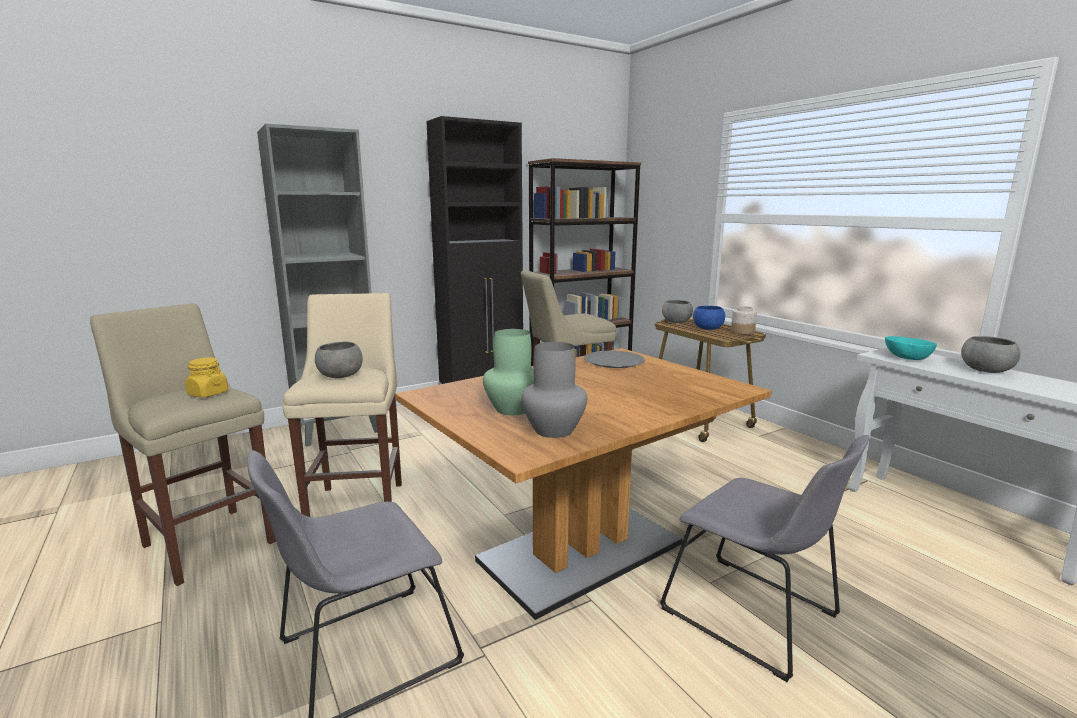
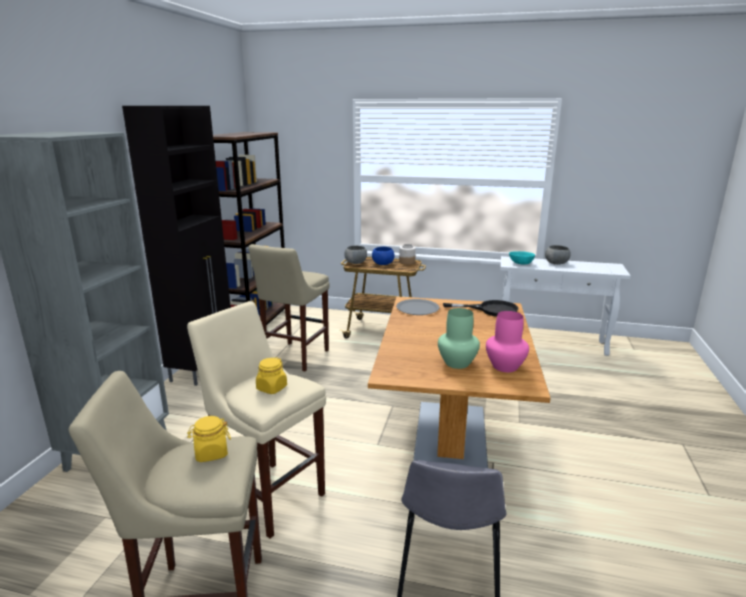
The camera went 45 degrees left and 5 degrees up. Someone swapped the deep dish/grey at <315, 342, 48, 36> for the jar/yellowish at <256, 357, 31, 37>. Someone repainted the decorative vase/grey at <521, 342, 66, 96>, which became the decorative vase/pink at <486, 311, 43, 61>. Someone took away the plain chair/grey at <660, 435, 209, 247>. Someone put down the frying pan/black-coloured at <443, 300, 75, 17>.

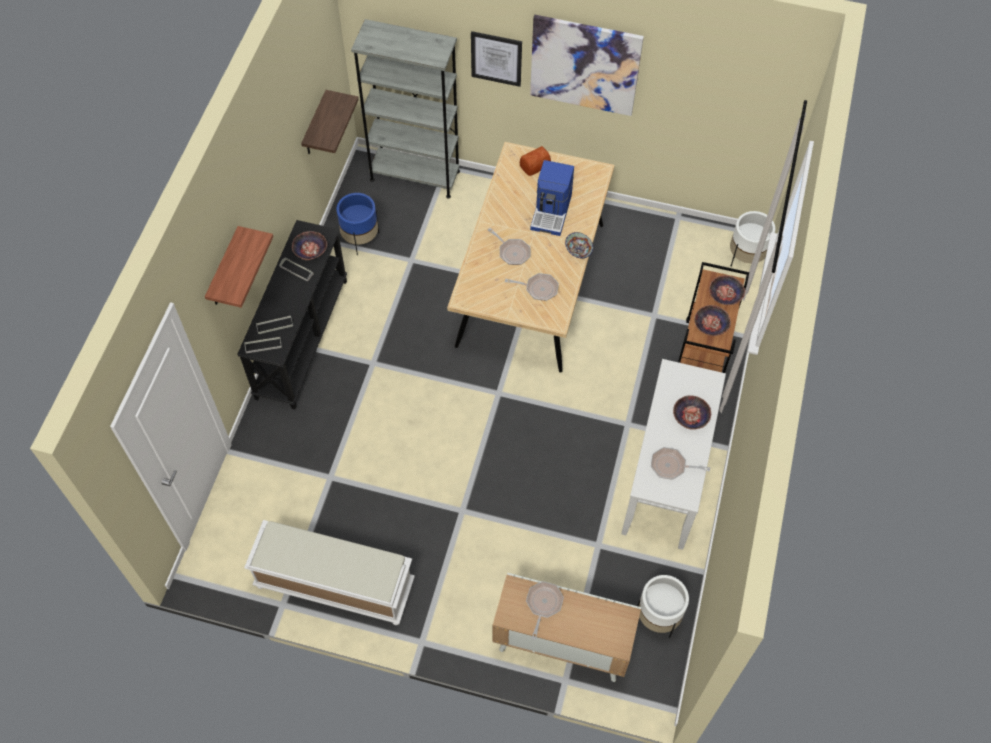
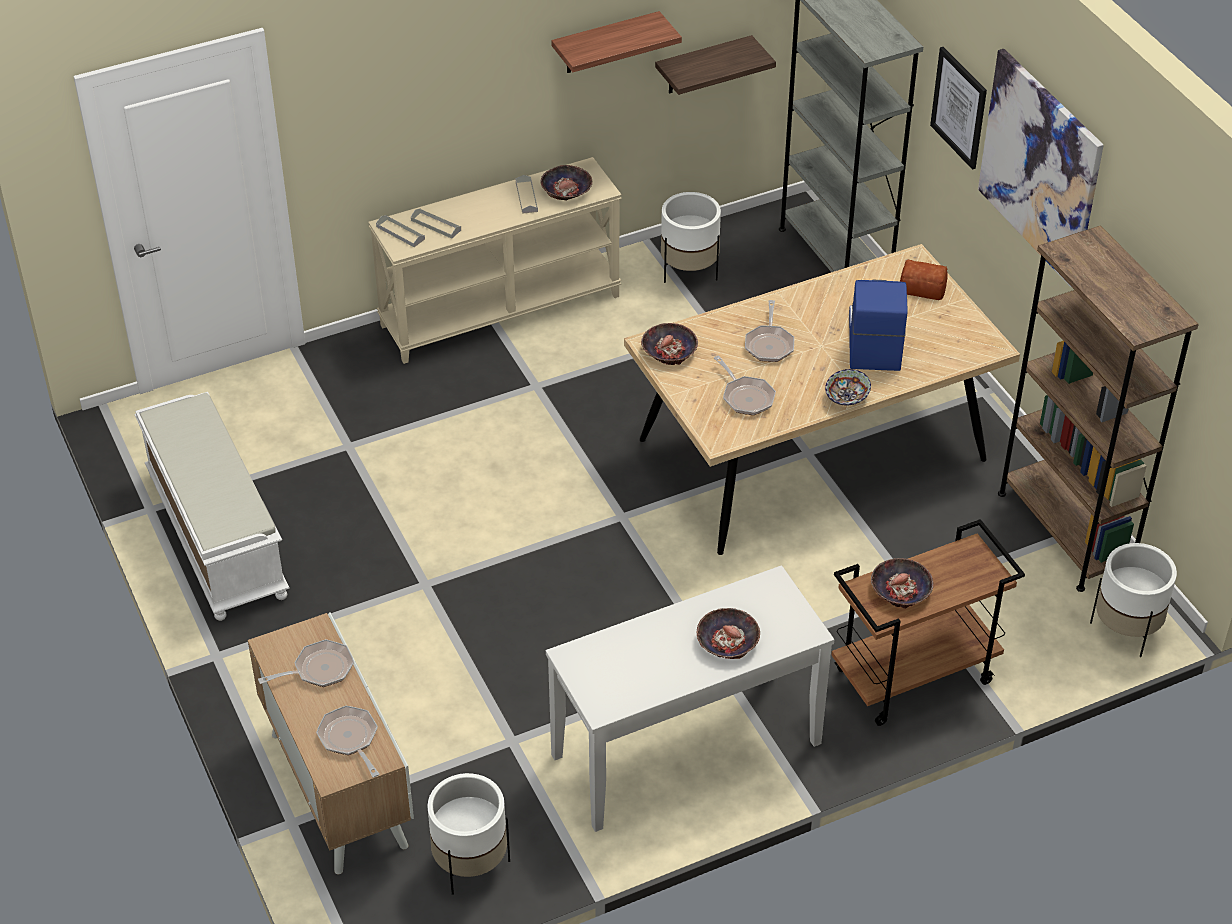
The camera went 50 degrees right and 15 degrees down. Someone carried the wall shelf from <205, 226, 68, 82> to <551, 11, 131, 62>. Someone repainted the console table/black-coloured at <237, 220, 110, 189>, which became the console table/beige-coloured at <368, 157, 254, 207>. Someone repainted the flower pot/blue-coloured at <336, 193, 43, 62>, which became the flower pot/whitish at <661, 192, 60, 91>. Someone rotated the coffee machine at <530, 160, 44, 76> by 120 degrees clockwise. Someone carried the frying pan from <651, 447, 59, 33> to <316, 706, 63, 71>. Someone carried the deep dish from <709, 275, 36, 30> to <641, 323, 57, 42>. Someone put down the bookshelf/brown-coloured at <998, 225, 201, 367>.

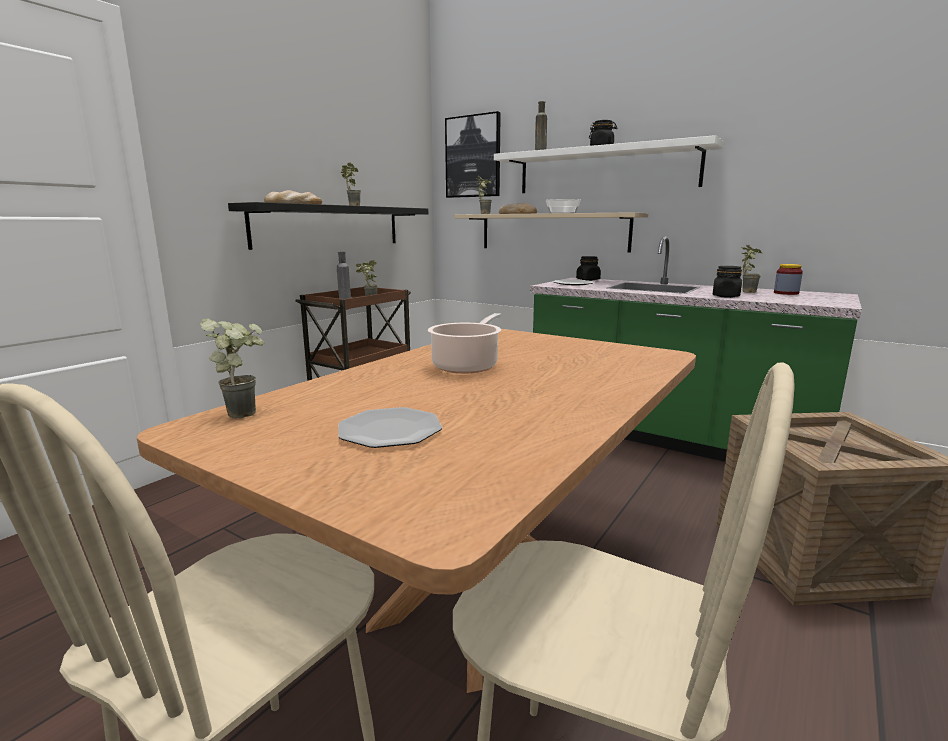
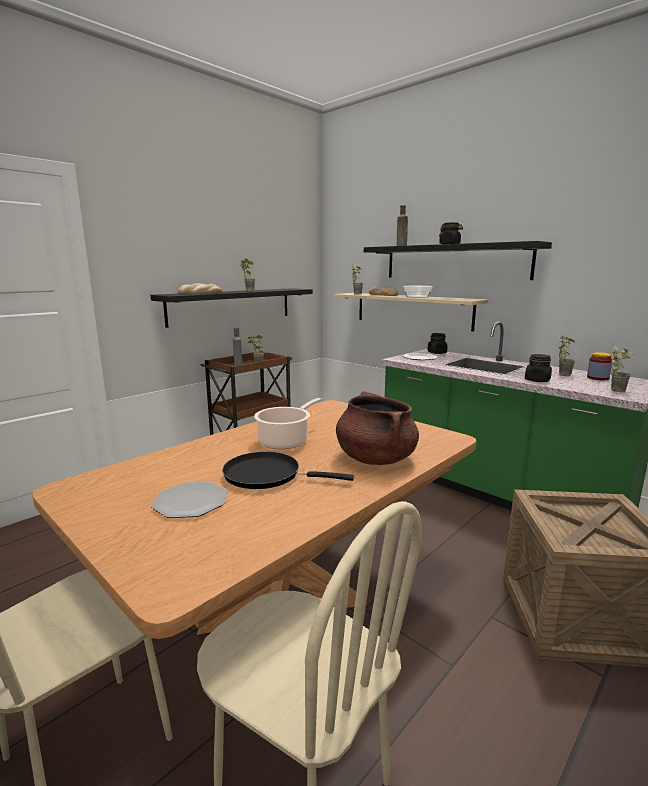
The camera went 10 degrees right and 0 degrees up. Someone carried the potted plant from <200, 318, 65, 101> to <611, 346, 23, 46>. Someone took away the wall art at <445, 111, 56, 87>. Someone repainted the wall shelf/whitish at <494, 135, 230, 58>, which became the wall shelf/black-coloured at <364, 241, 188, 39>. Someone put down the frying pan/black-coloured at <222, 452, 132, 37>. Someone put down the stockpot/brown-coloured at <336, 391, 83, 74>.

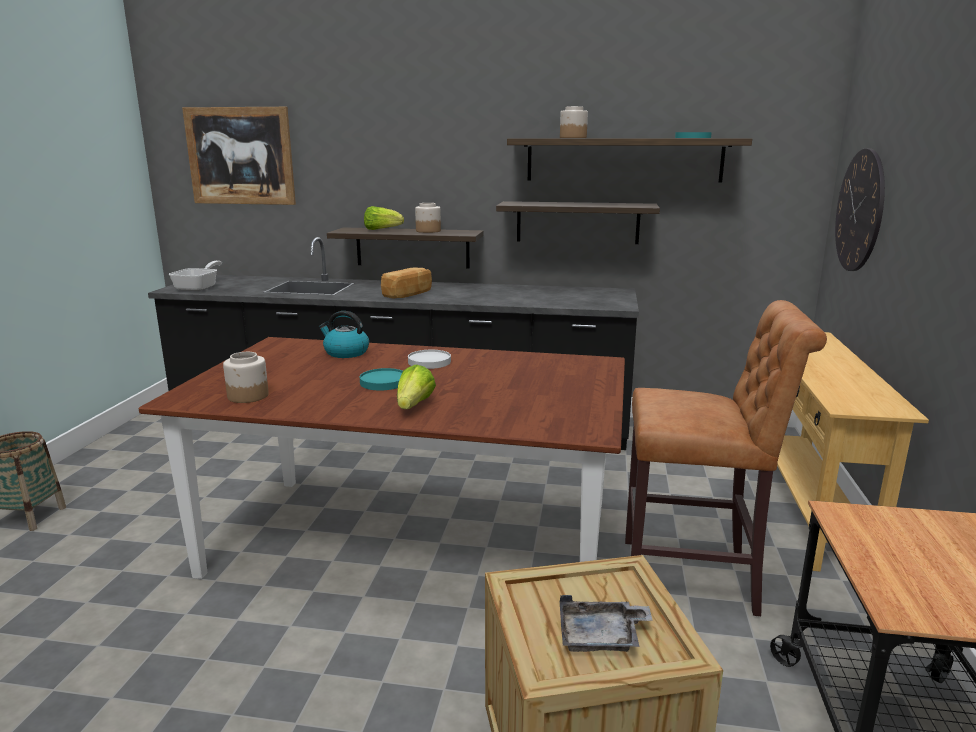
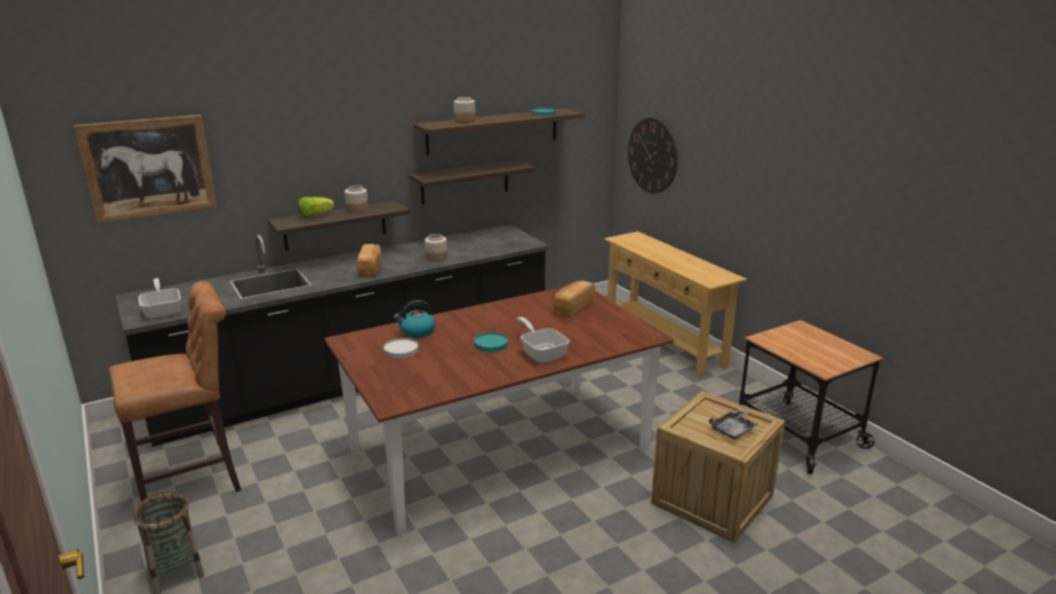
The camera went 40 degrees left and 5 degrees up. Someone carried the jar from <223, 352, 46, 51> to <425, 234, 22, 28>. Someone swapped the head of lettuce at <397, 364, 39, 45> for the frying pan at <517, 317, 52, 46>. Someone carried the dinner plate/whitish from <408, 350, 43, 19> to <384, 338, 34, 20>. Someone carried the sitting stool/brown-coloured from <625, 300, 202, 316> to <109, 281, 132, 220>. Someone put down the baked bread at <554, 281, 41, 37>.

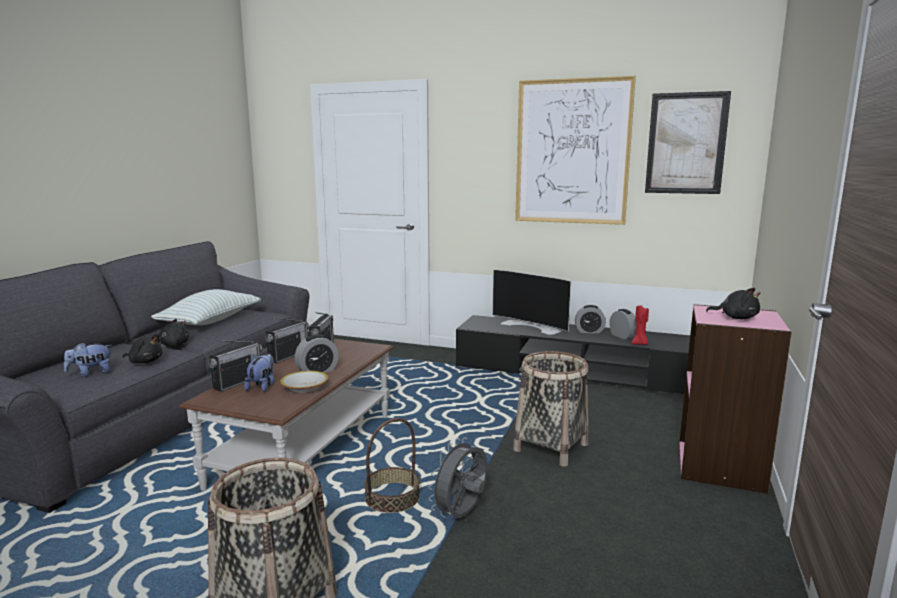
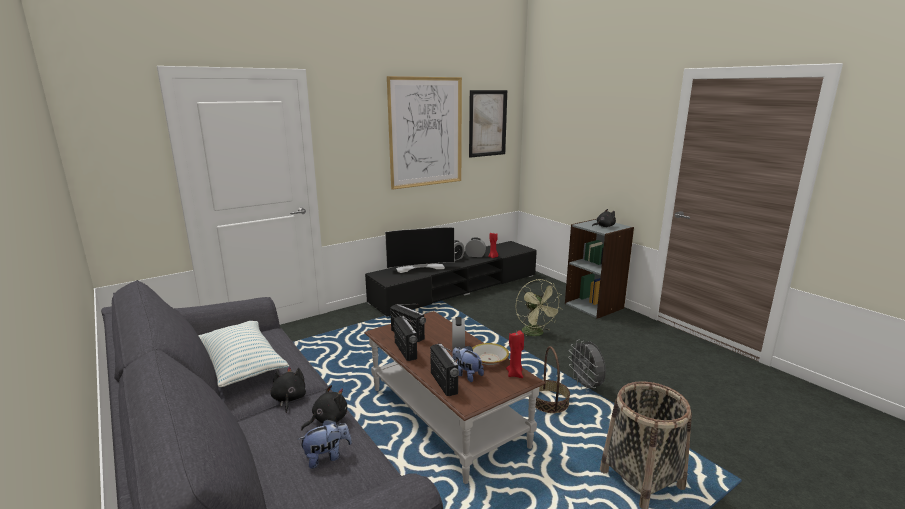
The camera went 55 degrees left and 5 degrees up. Someone rotated the soft toy at <64, 342, 48, 35> by 120 degrees counterclockwise. Someone swapped the basket at <513, 351, 76, 116> for the cooling fan/green-coloured at <515, 279, 48, 57>. Someone repainted the bookshelf/pink at <679, 304, 113, 190>, which became the bookshelf/grey at <565, 219, 69, 100>. Someone put down the wax light/red at <506, 330, 18, 48>.

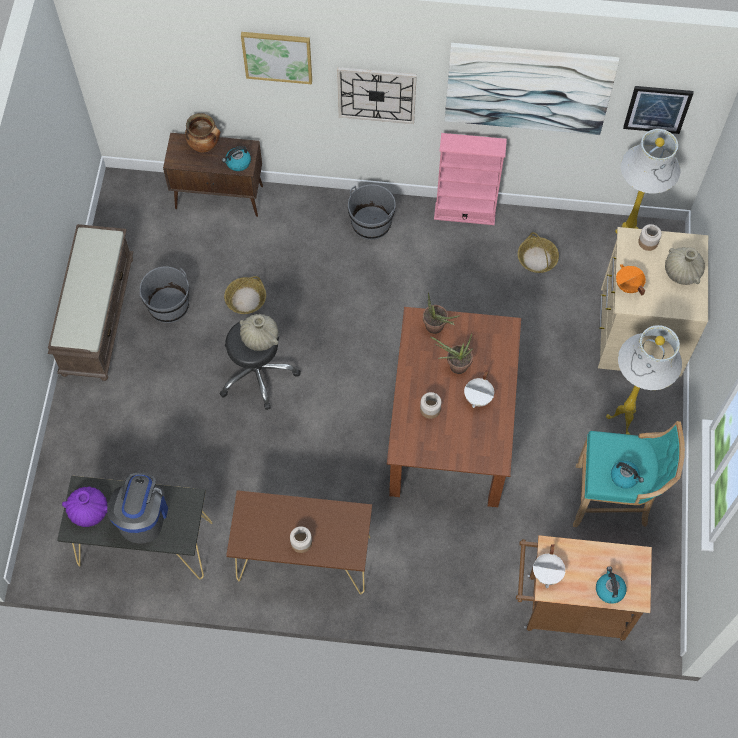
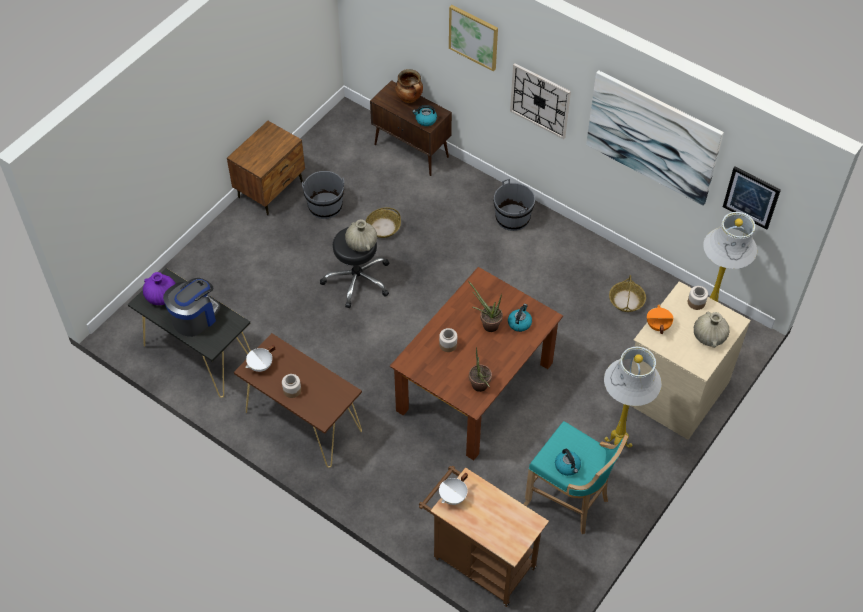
The camera went 30 degrees right and 10 degrees down. Someone swapped the bench/brown-coloured at <48, 224, 86, 157> for the nightstand/brown-coloured at <227, 121, 78, 94>. Someone carried the potted plant from <423, 292, 36, 42> to <469, 347, 23, 45>. Someone took away the bookshelf/pink at <434, 133, 73, 92>. Someone carried the stockpot/whitish from <464, 370, 30, 38> to <245, 345, 31, 27>. Someone carried the kettle from <596, 566, 31, 38> to <508, 304, 24, 28>.

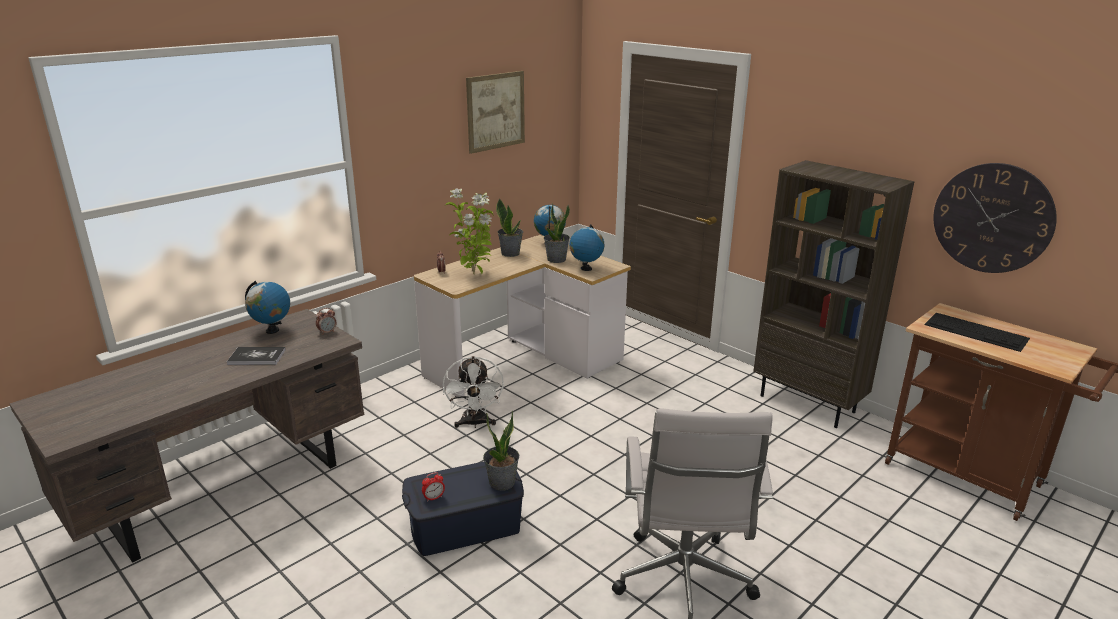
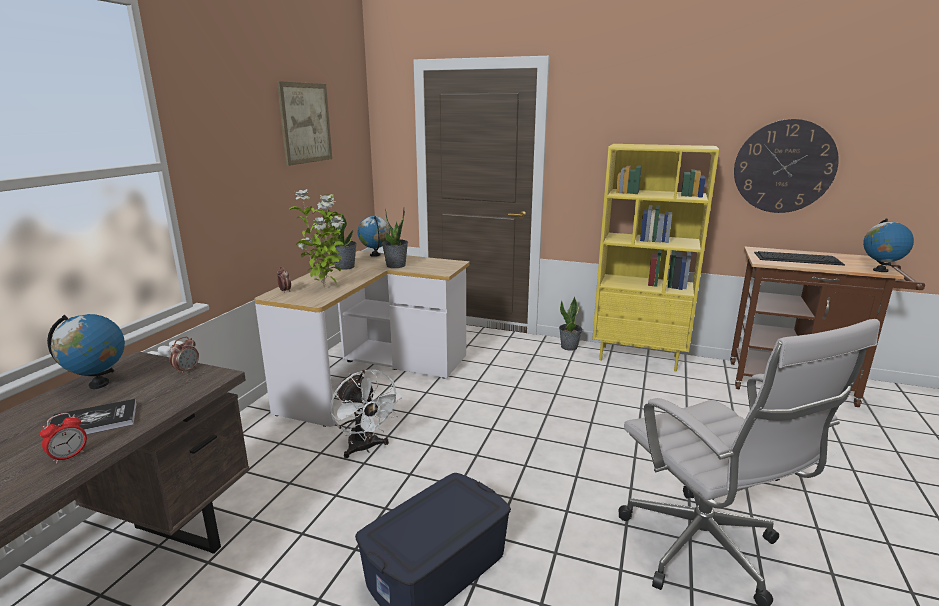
The camera went 25 degrees left and 5 degrees down. Someone carried the alarm clock from <422, 472, 23, 30> to <40, 413, 47, 51>. Someone carried the potted plant from <483, 410, 36, 81> to <559, 297, 23, 54>. Someone carried the world globe from <569, 224, 35, 47> to <863, 219, 51, 53>. Someone repainted the bookshelf/brown-coloured at <753, 160, 162, 268>, which became the bookshelf/yellowish at <592, 144, 127, 227>.

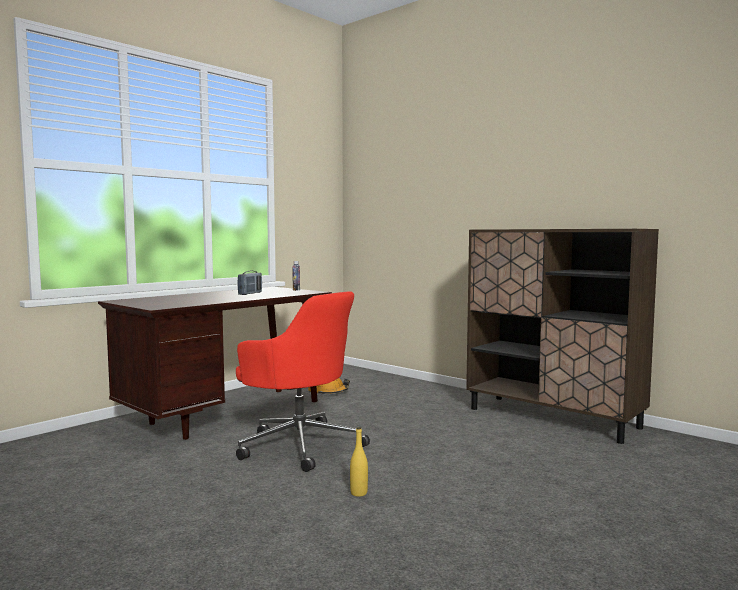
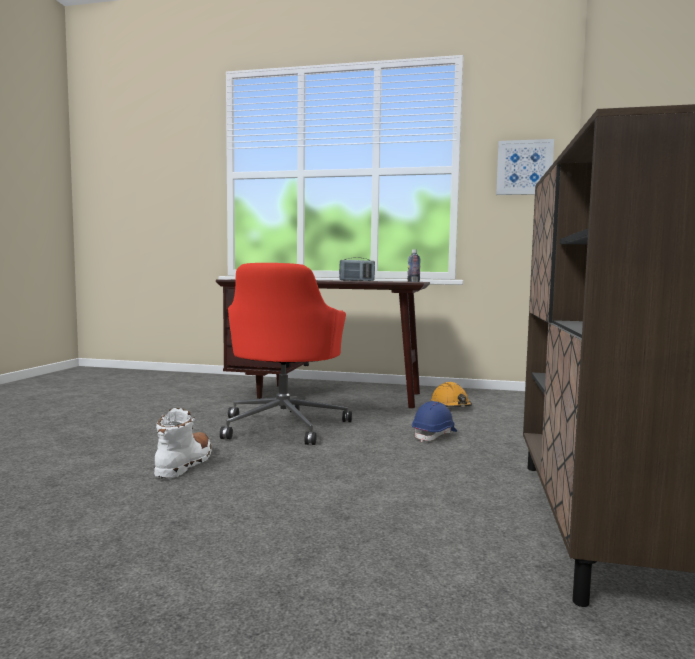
The camera went 60 degrees right and 0 degrees up. Someone swapped the drink bottle/yellowish at <350, 427, 18, 70> for the boot/whitish at <154, 408, 58, 70>. Someone put down the safety helmet/blue-coloured at <412, 401, 45, 41>. Someone put up the wall art at <496, 139, 58, 56>.

